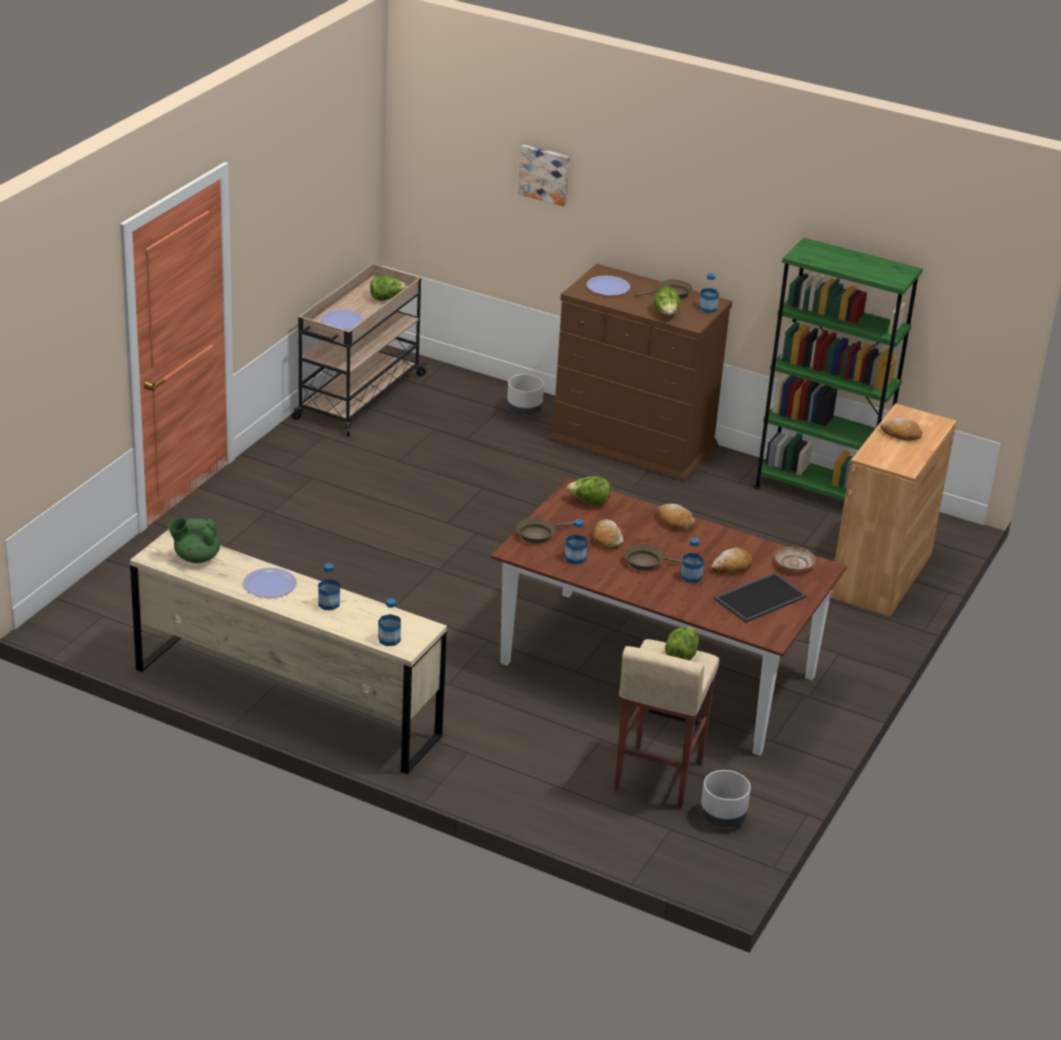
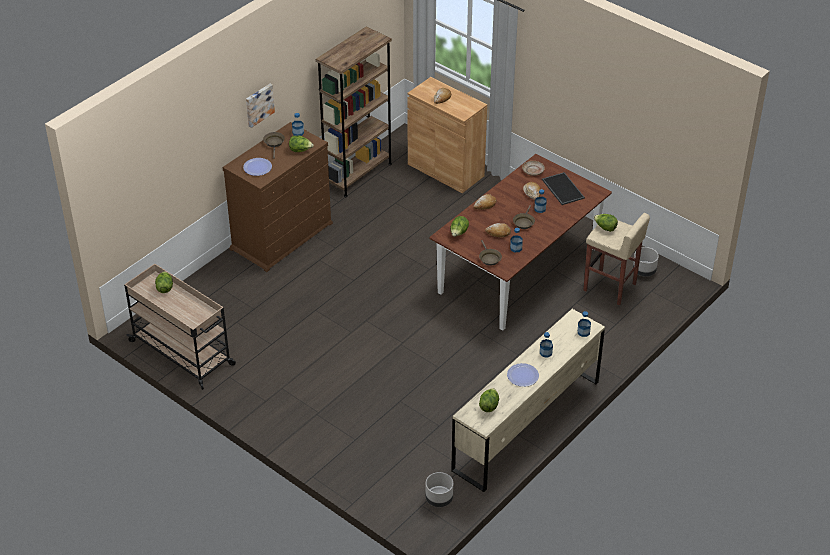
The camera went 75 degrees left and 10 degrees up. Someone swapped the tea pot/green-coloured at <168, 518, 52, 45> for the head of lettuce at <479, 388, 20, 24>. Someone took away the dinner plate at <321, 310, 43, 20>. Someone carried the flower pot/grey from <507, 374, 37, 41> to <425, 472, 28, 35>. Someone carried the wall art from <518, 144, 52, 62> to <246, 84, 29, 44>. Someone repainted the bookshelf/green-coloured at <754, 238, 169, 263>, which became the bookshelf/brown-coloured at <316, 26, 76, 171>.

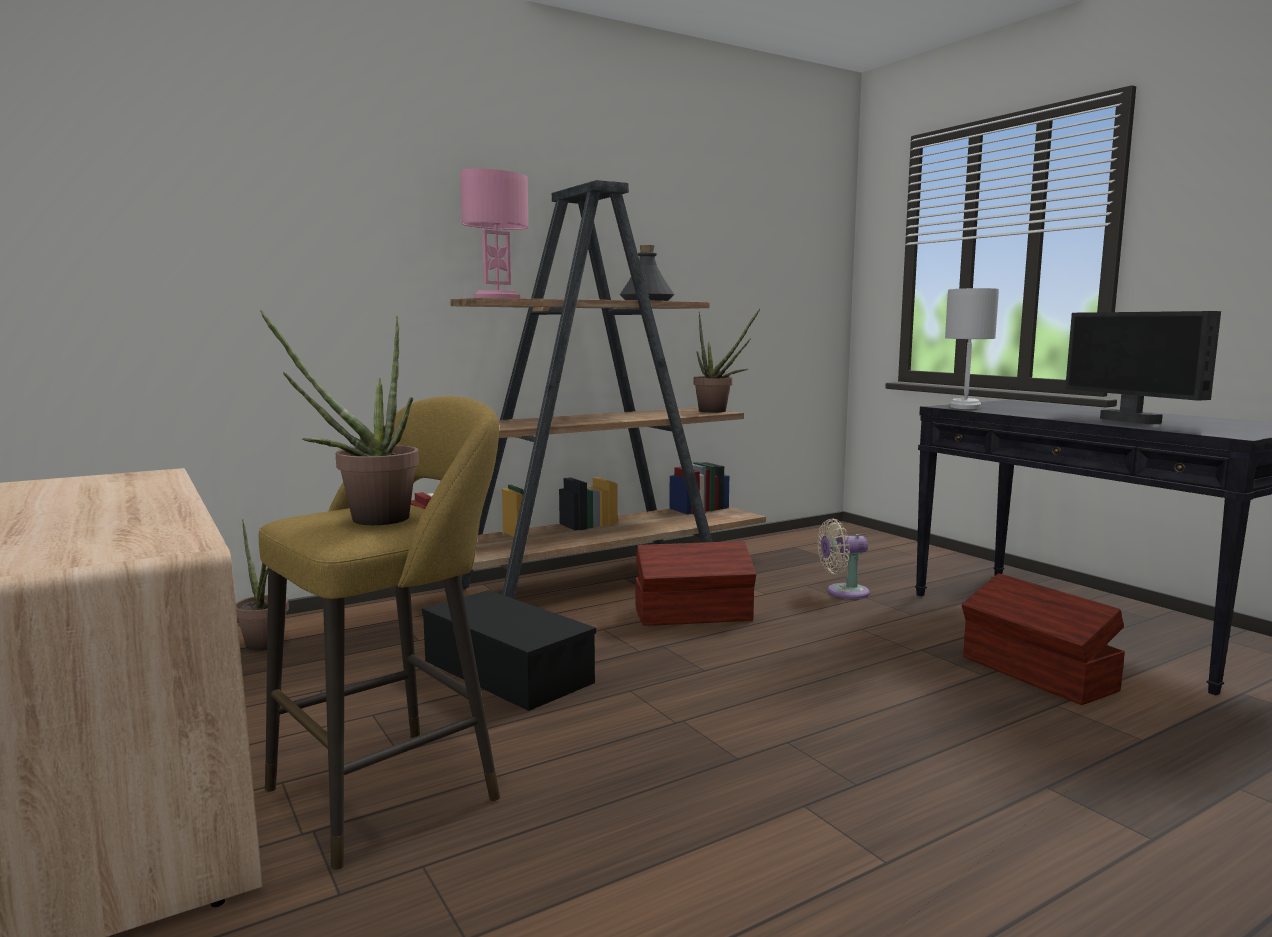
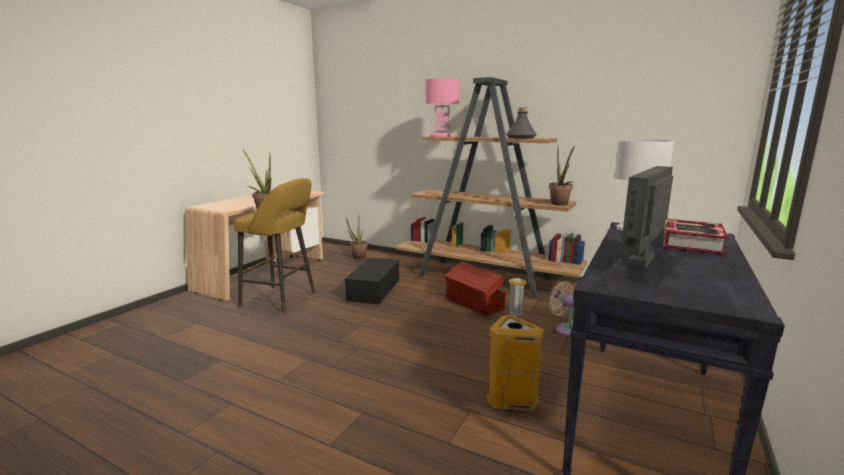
The camera went 60 degrees right and 5 degrees up. Someone swapped the storage box/brown-coloured at <962, 573, 163, 132> for the trash can at <487, 278, 57, 133>. Someone put down the volume at <663, 219, 66, 36>.

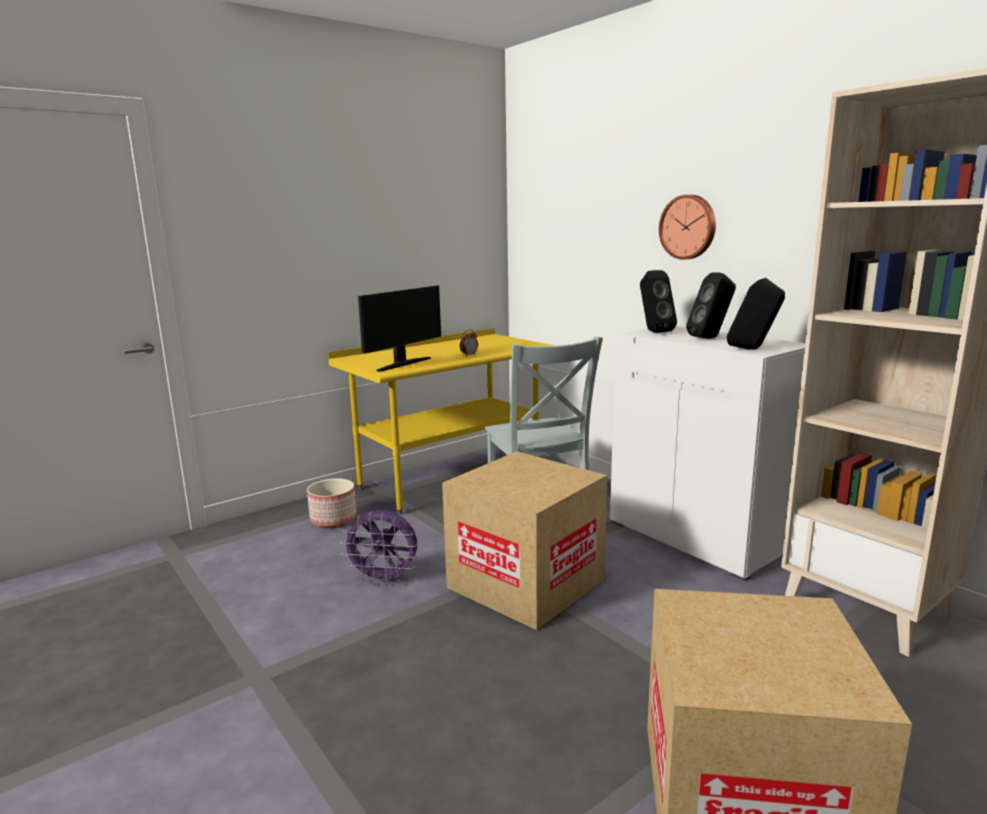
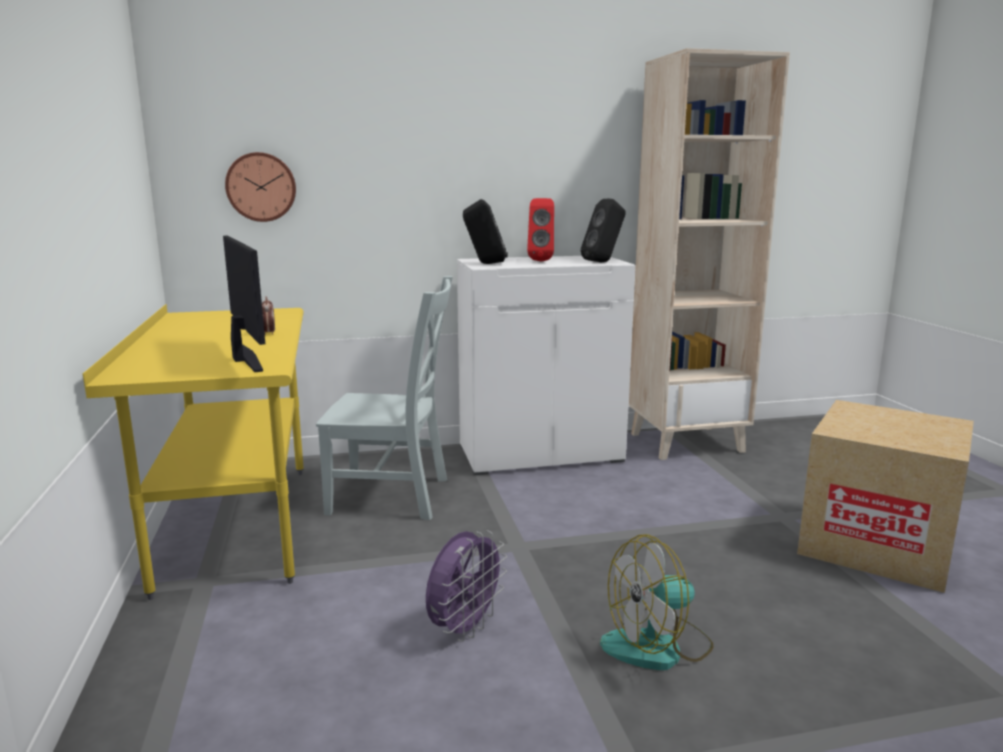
The camera went 65 degrees left and 0 degrees up. Someone took away the flower pot at <307, 478, 50, 50>. Someone took away the carton at <442, 451, 165, 179>. Someone carried the hanging clock from <659, 195, 57, 65> to <225, 152, 71, 70>. Someone repainted the audio speaker/black-coloured at <686, 272, 50, 67>, which became the audio speaker/red at <527, 198, 27, 63>. Someone put down the cooling fan at <600, 534, 114, 136>.

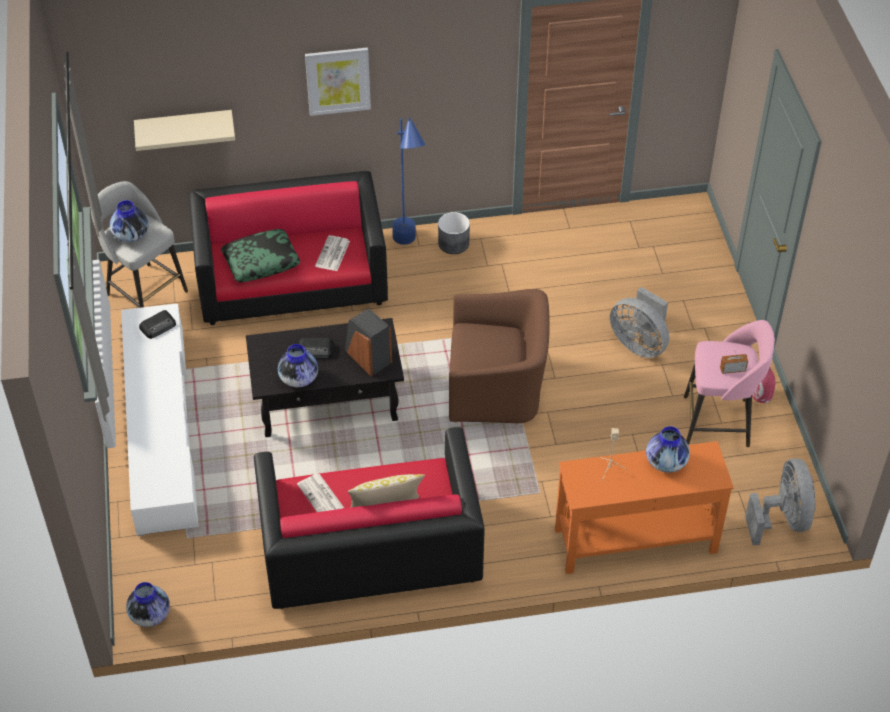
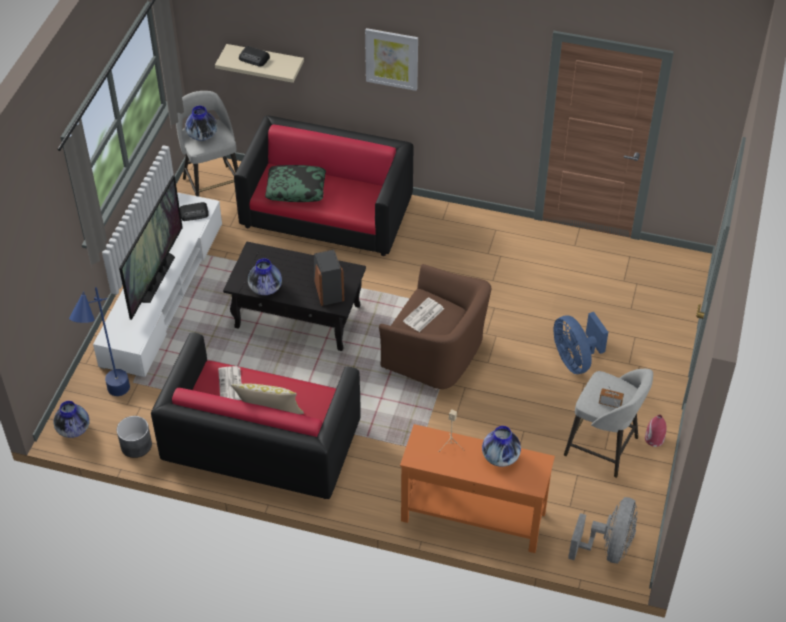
The camera went 25 degrees right and 0 degrees up. Someone carried the radio receiver from <299, 338, 35, 21> to <239, 46, 31, 21>. Someone carried the daily paper from <315, 235, 35, 36> to <403, 297, 41, 35>. Someone carried the standard lamp/blue-coloured from <392, 117, 33, 128> to <69, 287, 61, 109>. Someone carried the flower pot/grey from <438, 212, 32, 42> to <117, 416, 35, 42>. Someone repainted the cooling fan/grey at <610, 287, 59, 71>, which became the cooling fan/blue-coloured at <554, 312, 54, 62>. Someone repainted the sitting stool/pink at <684, 320, 91, 127>, which became the sitting stool/grey at <564, 369, 89, 109>. Someone put down the TV at <119, 176, 64, 144>.

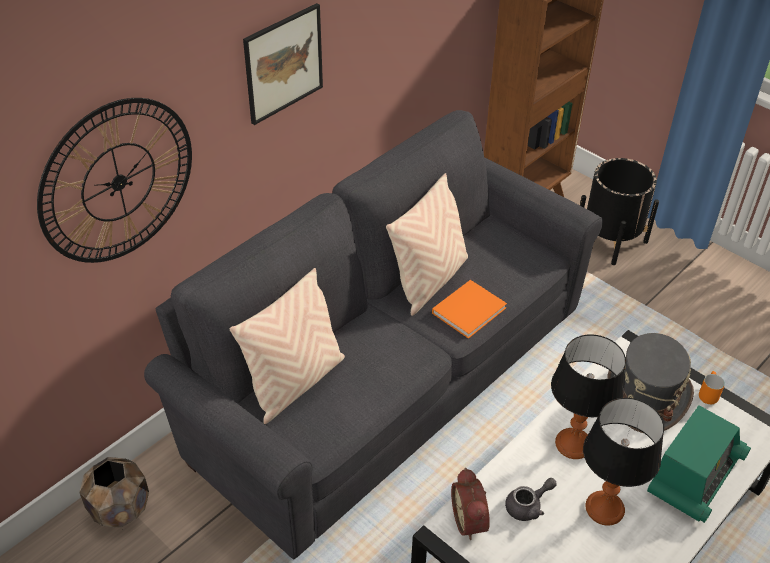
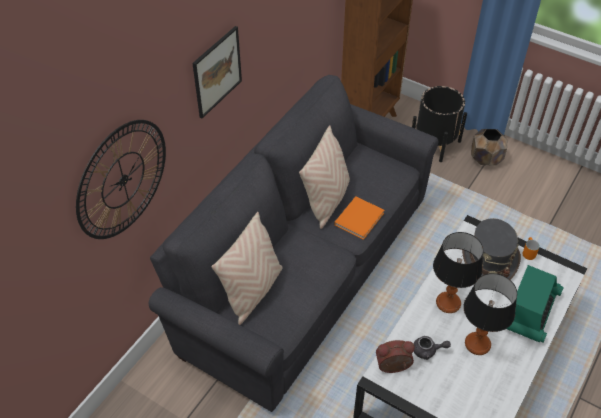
The camera went 10 degrees left and 5 degrees up. Someone carried the flower pot/brown-coloured from <79, 457, 70, 71> to <471, 129, 36, 36>. Someone rotated the alarm clock at <451, 468, 39, 72> by 105 degrees clockwise. Someone rotated the tea pot/grey at <505, 478, 52, 43> by 45 degrees clockwise.

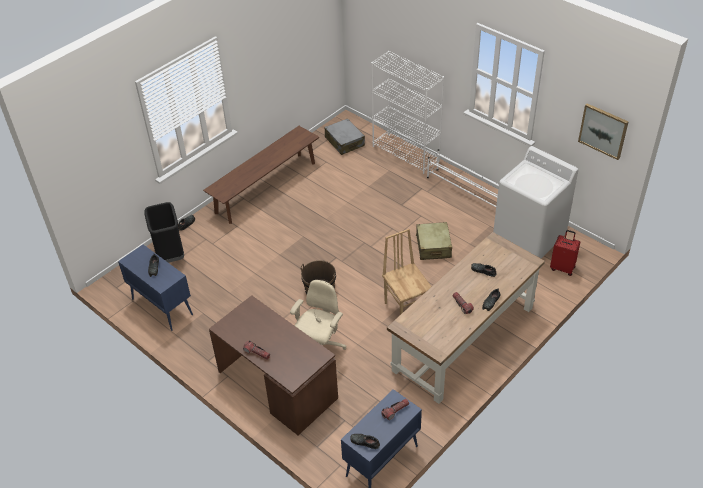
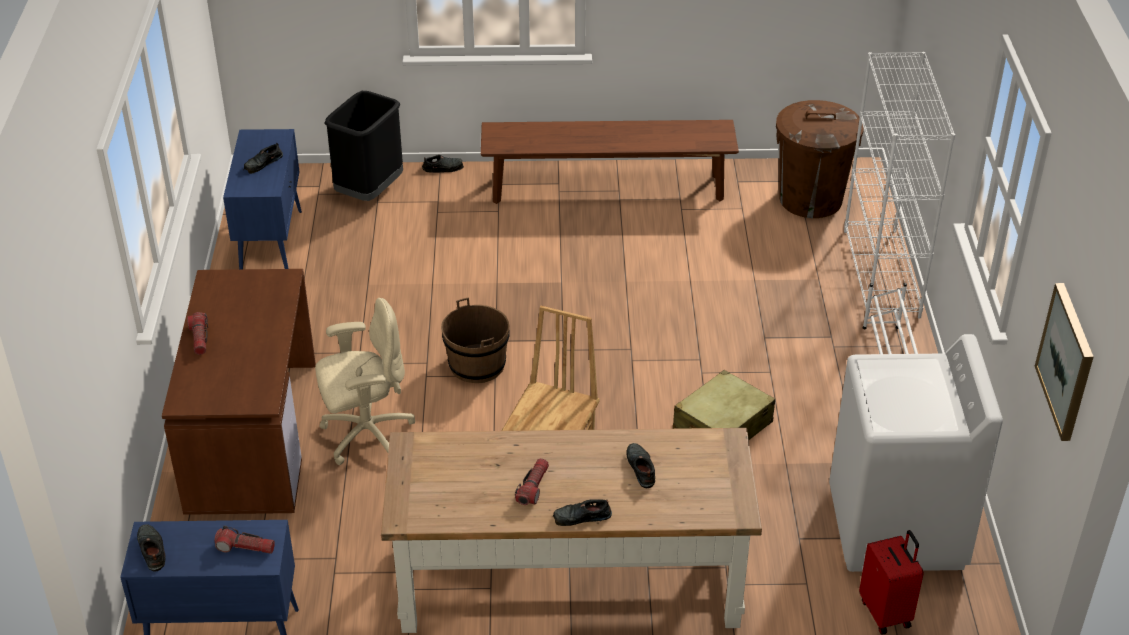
The camera went 45 degrees right and 5 degrees down. Someone swapped the piece of luggage/grey at <324, 118, 41, 37> for the trash can/brown-coloured at <776, 100, 88, 118>.

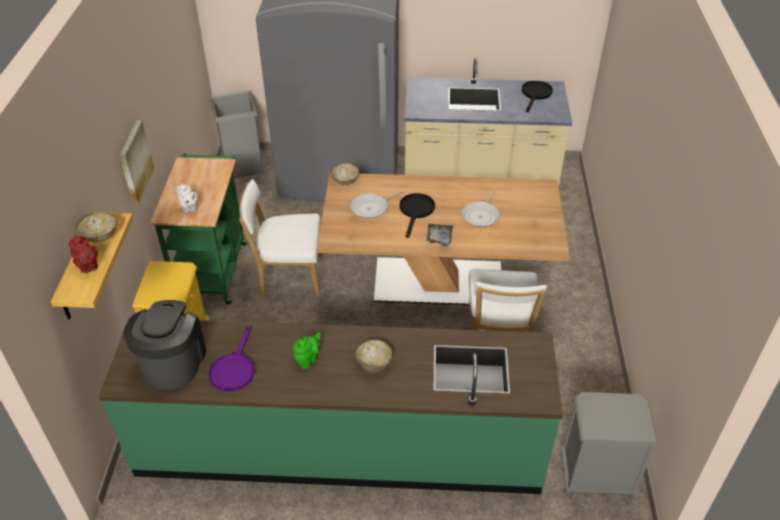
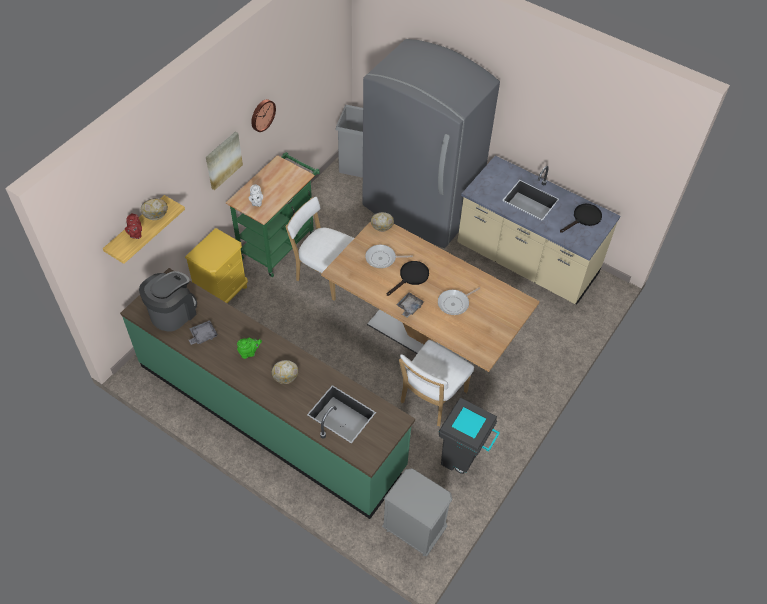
The camera went 30 degrees right and 10 degrees up. Someone swapped the frying pan/purplish at <208, 326, 47, 65> for the carrying tray/grey at <189, 320, 29, 25>. Someone put up the hanging clock at <251, 99, 25, 33>. Someone put down the trash can/grey at <439, 398, 61, 76>.

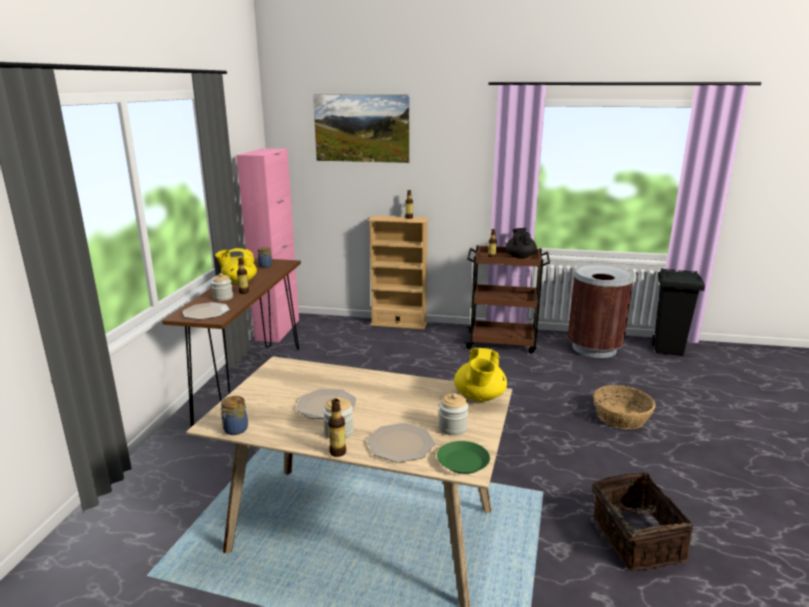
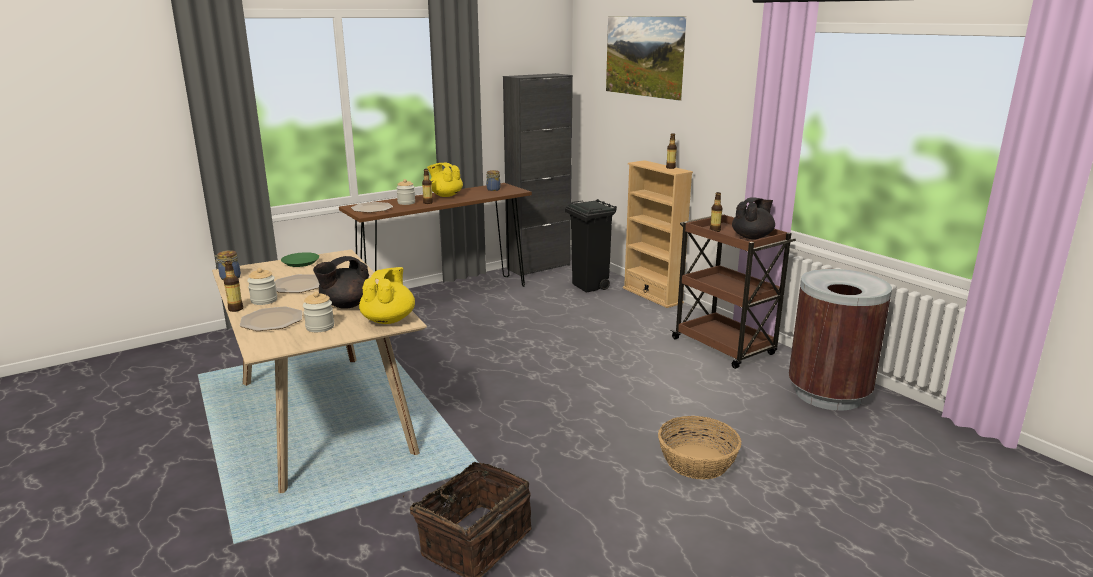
The camera went 45 degrees right and 0 degrees up. Someone repainted the storage cabinet/pink at <236, 148, 63, 195>, which became the storage cabinet/black-coloured at <503, 73, 70, 203>. Someone carried the dinner plate/green-coloured from <437, 441, 53, 33> to <281, 252, 38, 15>. Someone rotated the tea pot/yellowish at <454, 348, 53, 54> by 135 degrees clockwise. Someone carried the trash can/black-coloured from <652, 268, 53, 88> to <565, 199, 52, 94>. Someone put down the tea pot/black-coloured at <313, 256, 56, 53>.

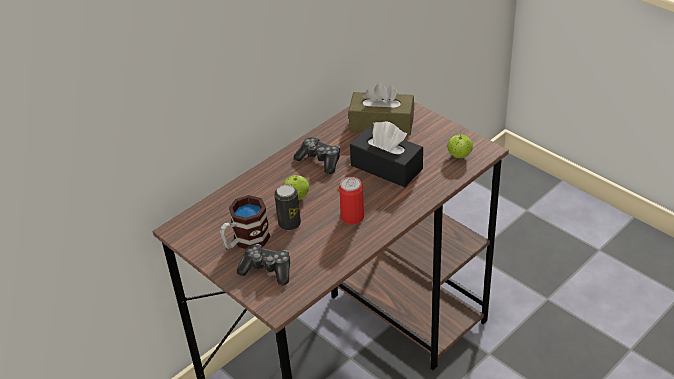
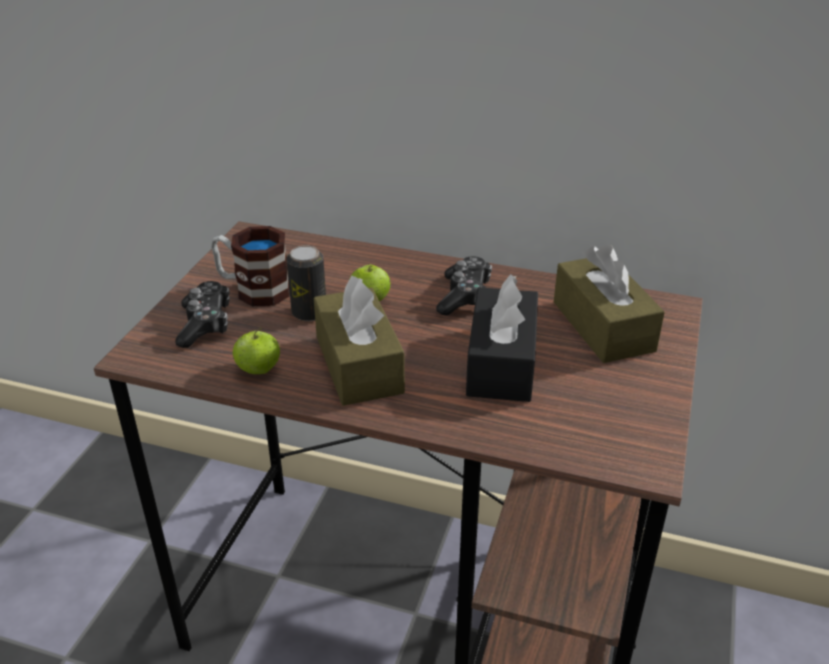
The camera went 60 degrees right and 5 degrees down. Someone swapped the metal can at <339, 177, 25, 47> for the box of tissues/brown-coloured at <314, 276, 91, 130>. Someone carried the apple fruit from <447, 132, 26, 26> to <233, 328, 47, 46>.

